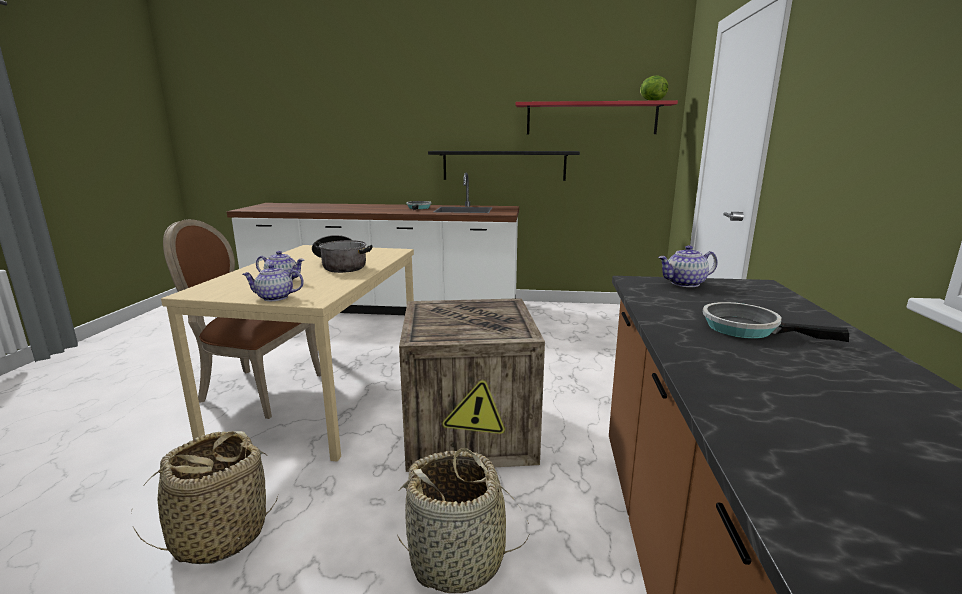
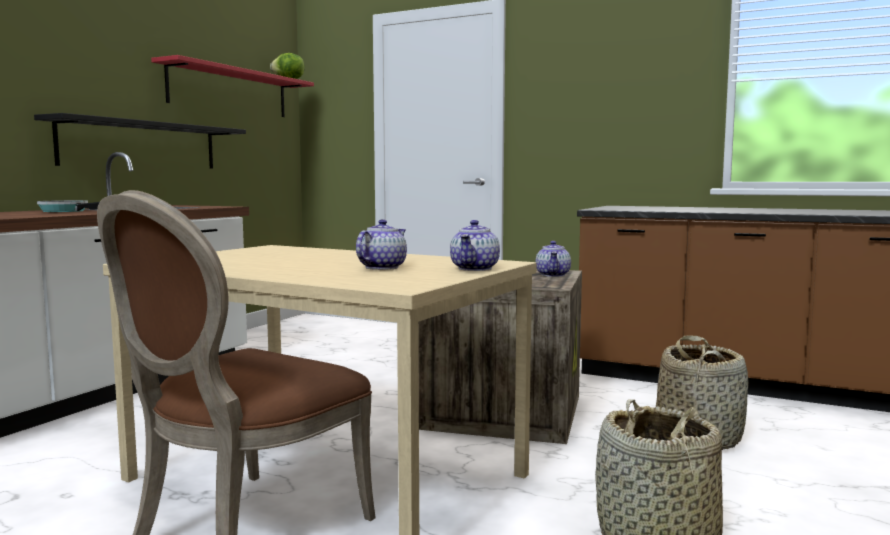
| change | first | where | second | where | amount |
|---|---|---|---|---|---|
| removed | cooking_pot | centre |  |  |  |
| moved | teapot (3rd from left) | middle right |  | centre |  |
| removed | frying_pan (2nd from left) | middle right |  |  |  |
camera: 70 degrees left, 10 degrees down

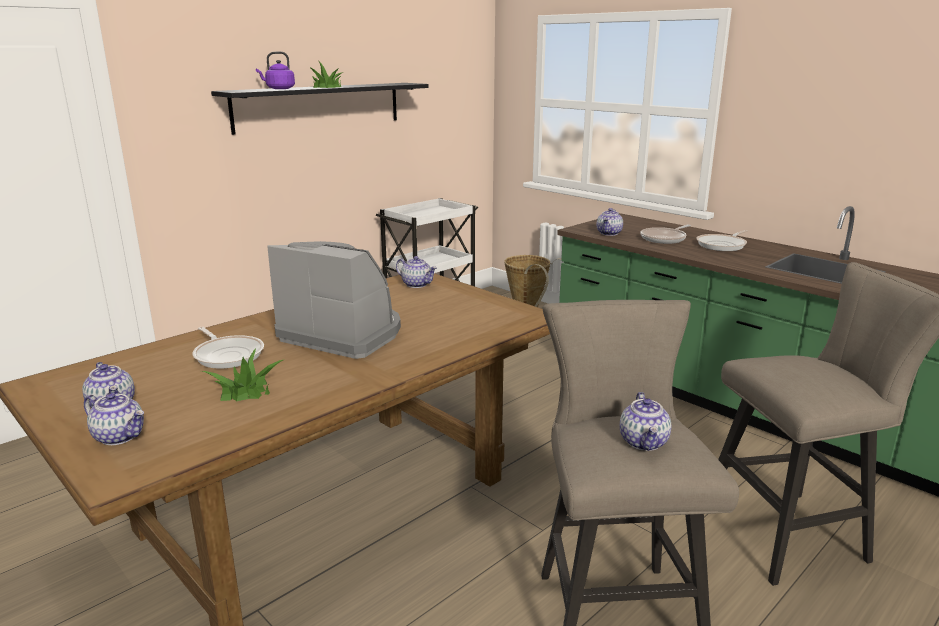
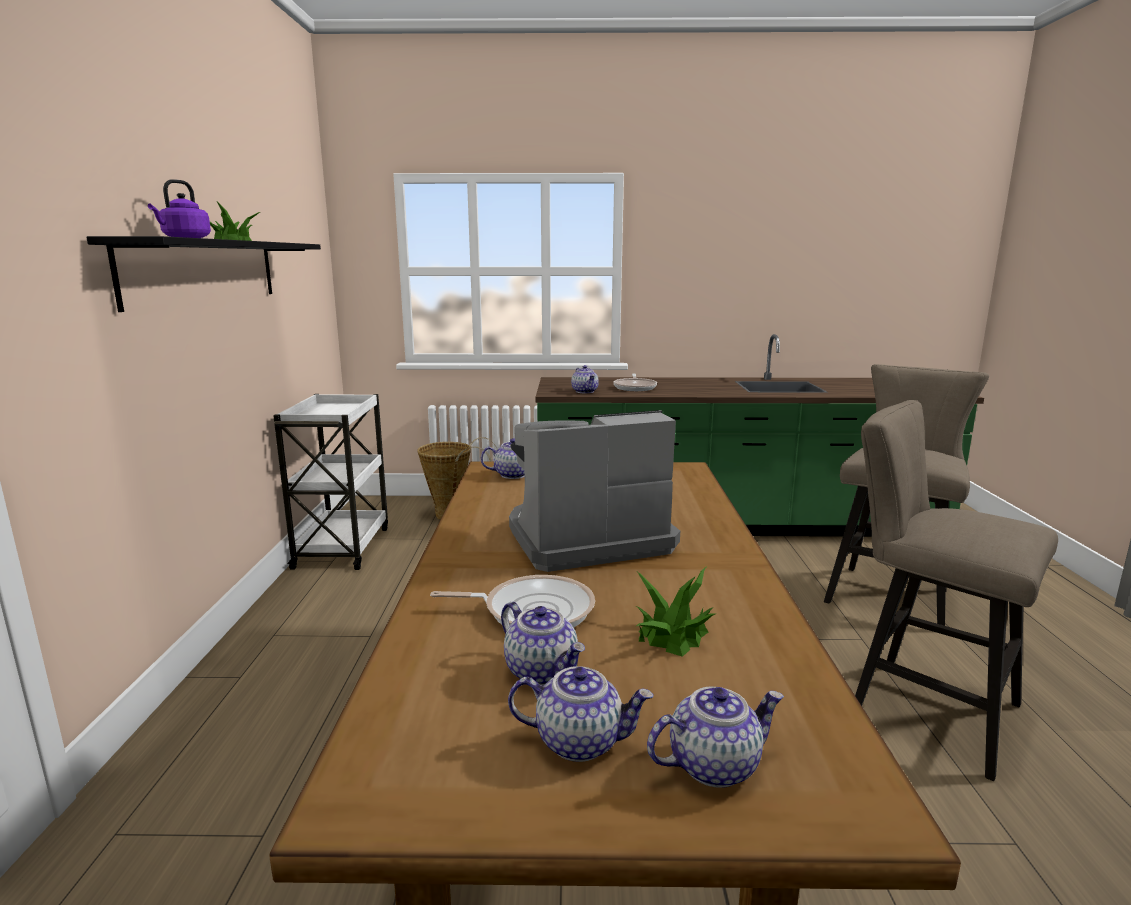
| change | first | where | second | where | amount |
|---|---|---|---|---|---|
| moved | teapot (5th from left in the first image) | bottom right | teapot (2nd from left) | bottom centre |  |
| removed | frying_pan (3rd from left) | middle right |  |  |  |
camera: 45 degrees left, 5 degrees down

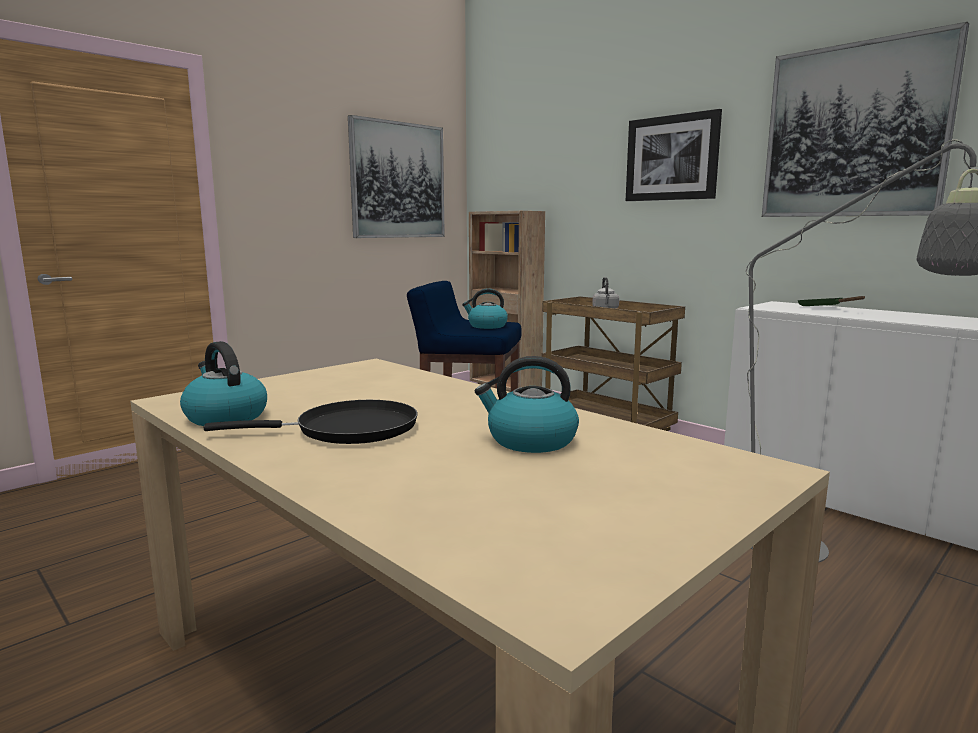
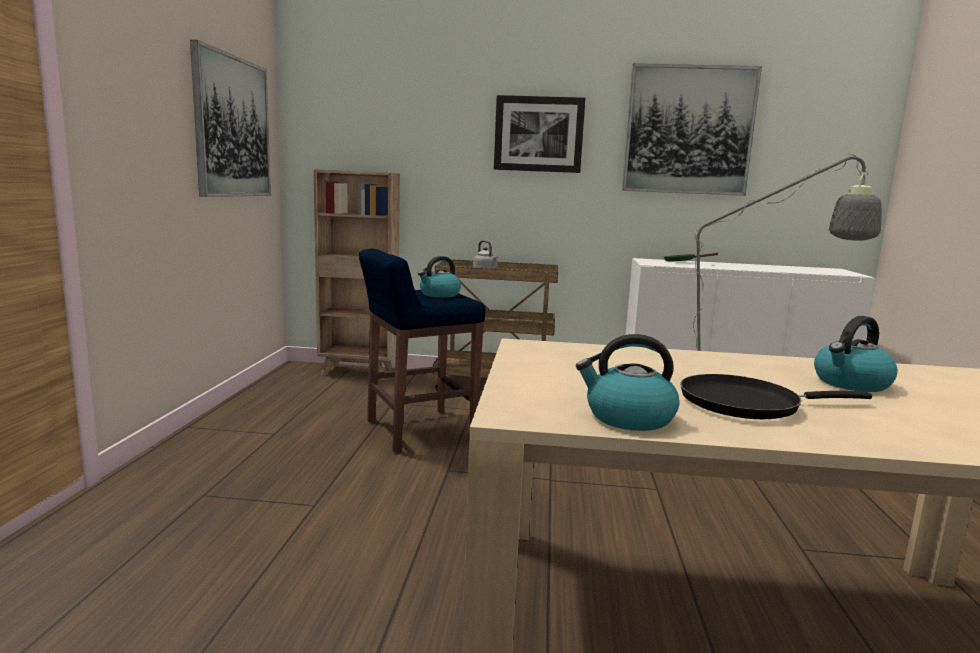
| change | first | where | second | where | amount |
|---|---|---|---|---|---|
| turned | black_frying_pan | middle left |  | middle right | 135 degrees counterclockwise |
camera: 40 degrees left, 0 degrees up

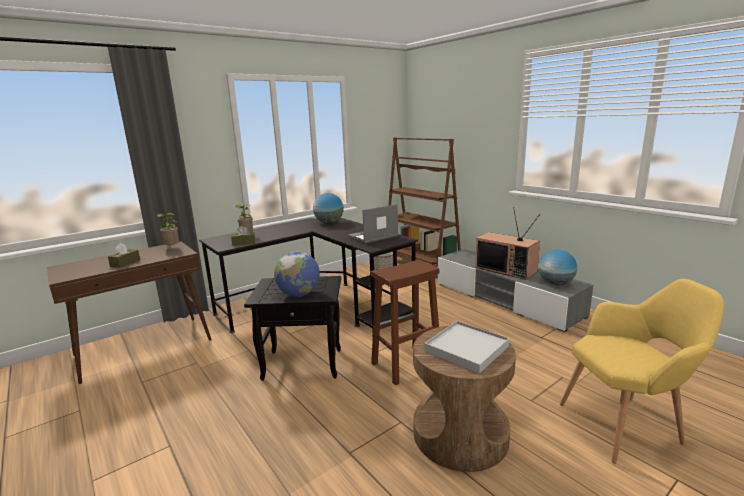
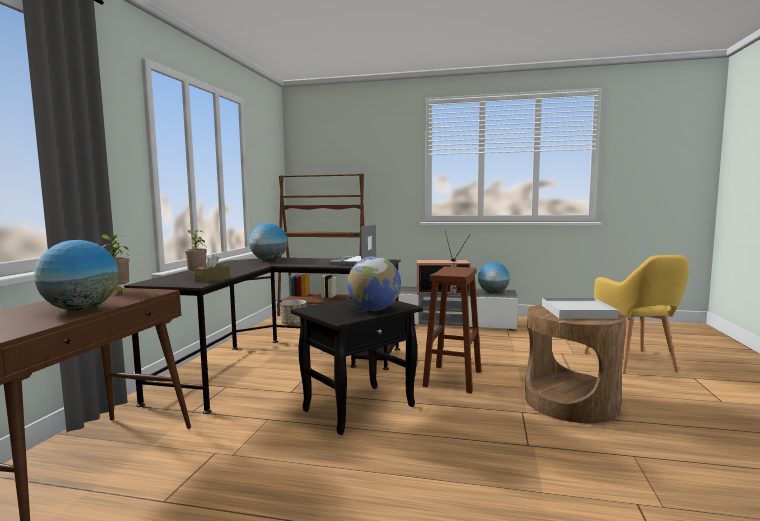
| change | first | where | second | where | amount |
|---|---|---|---|---|---|
| replaced | brown_tissue_box (1st from left) | middle left | globe (1st from left) | middle left |  |
| turned | yellow_armchair | bottom right |  | middle right | 135 degrees clockwise |
camera: 40 degrees left, 10 degrees down

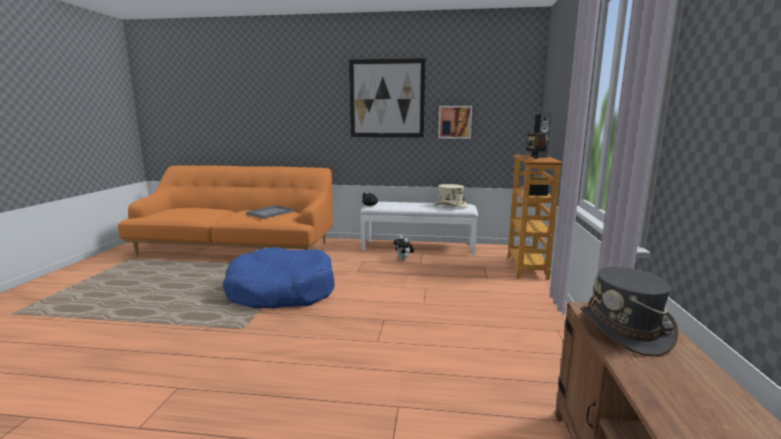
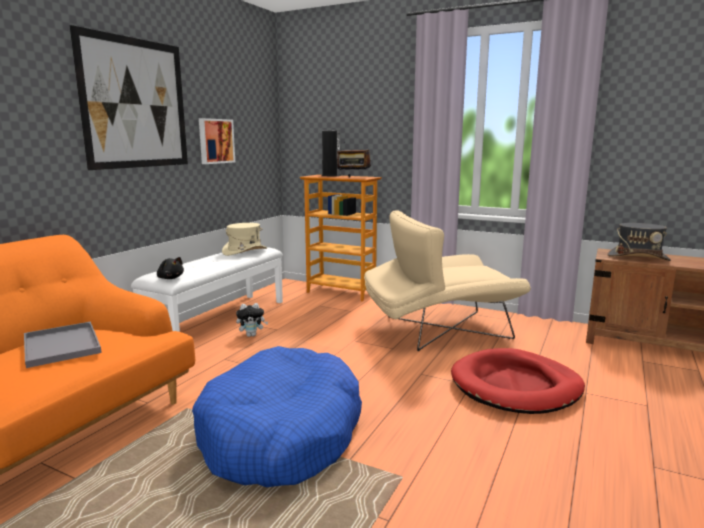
| change | first | where | second | where | amount |
|---|---|---|---|---|---|
| added |  |  | beige_armchair | centre |  |
| added |  |  | red_dog_bed | bottom right |  |
camera: 70 degrees left, 0 degrees up

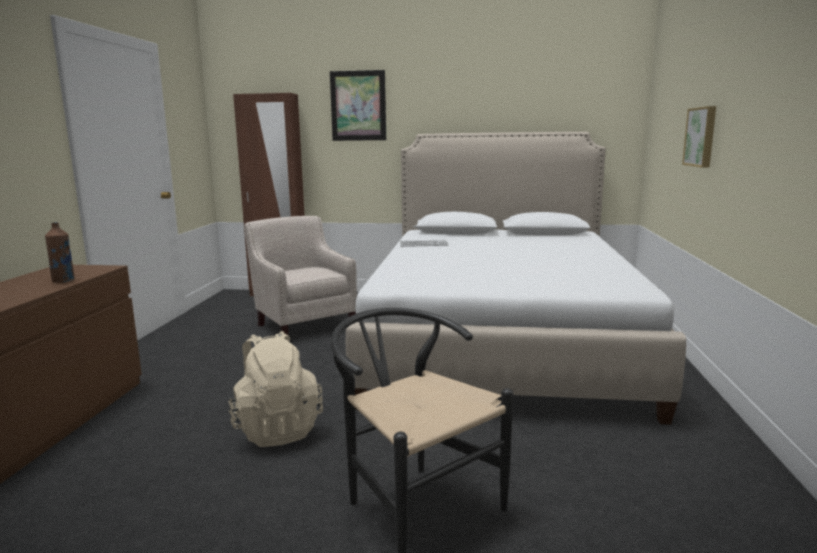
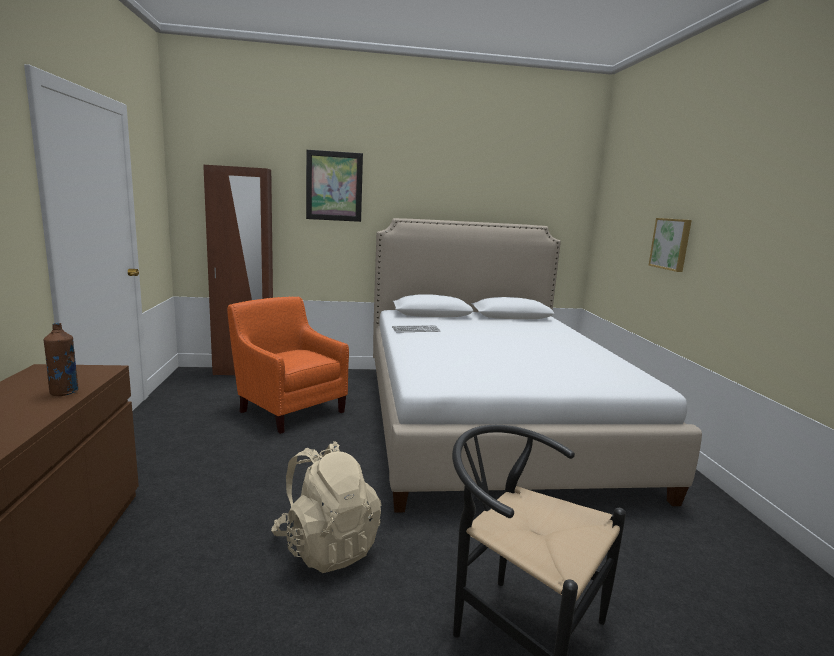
| change | first | where | second | where | amount |
|---|---|---|---|---|---|
| recoloured | beige_armchair | centre | orange_armchair | centre |  |
camera: 15 degrees left, 0 degrees up

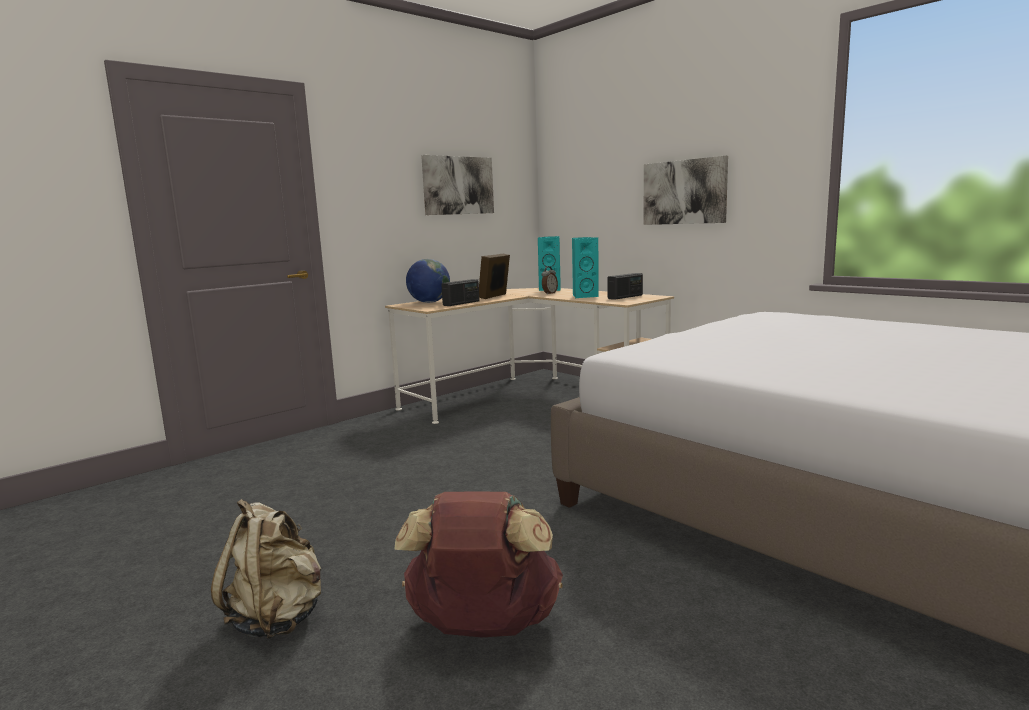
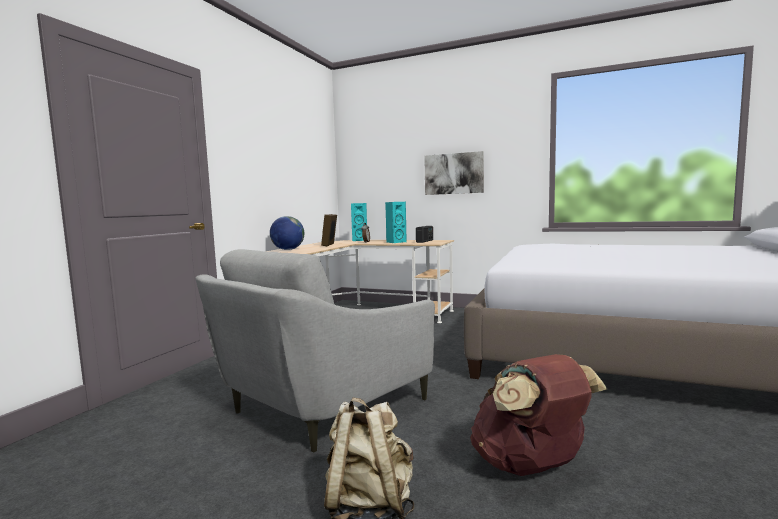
| change | first | where | second | where | amount |
|---|---|---|---|---|---|
| removed | picture (1st from left) | top centre |  |  |  |
| removed | radio (1st from left) | centre |  |  |  |
| added |  |  | grey_armchair | bottom centre |  |
camera: 25 degrees left, 5 degrees down

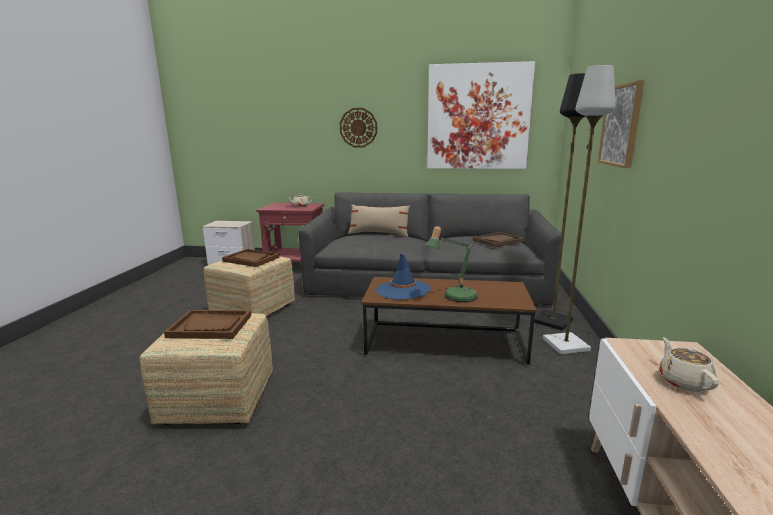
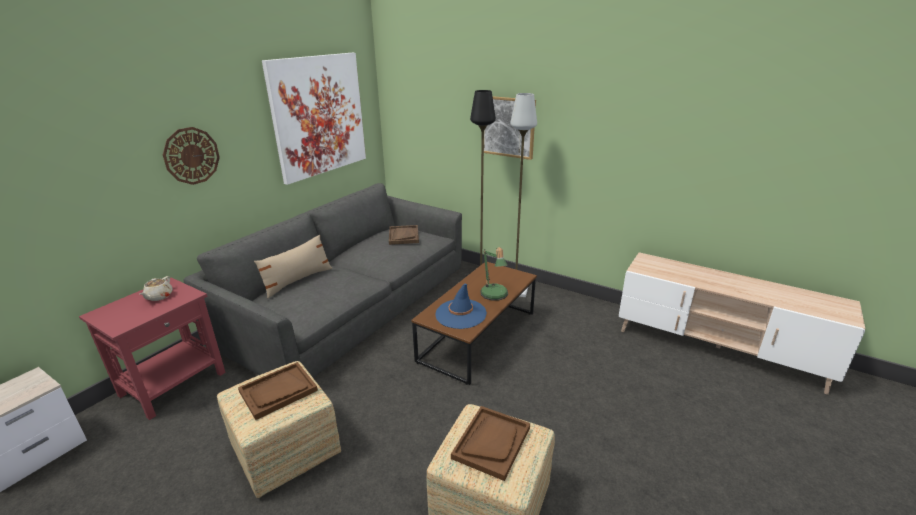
| change | first | where | second | where | amount |
|---|---|---|---|---|---|
| removed | beige_teapot (2nd from left) | bottom right |  |  |  |
camera: 65 degrees left, 10 degrees up

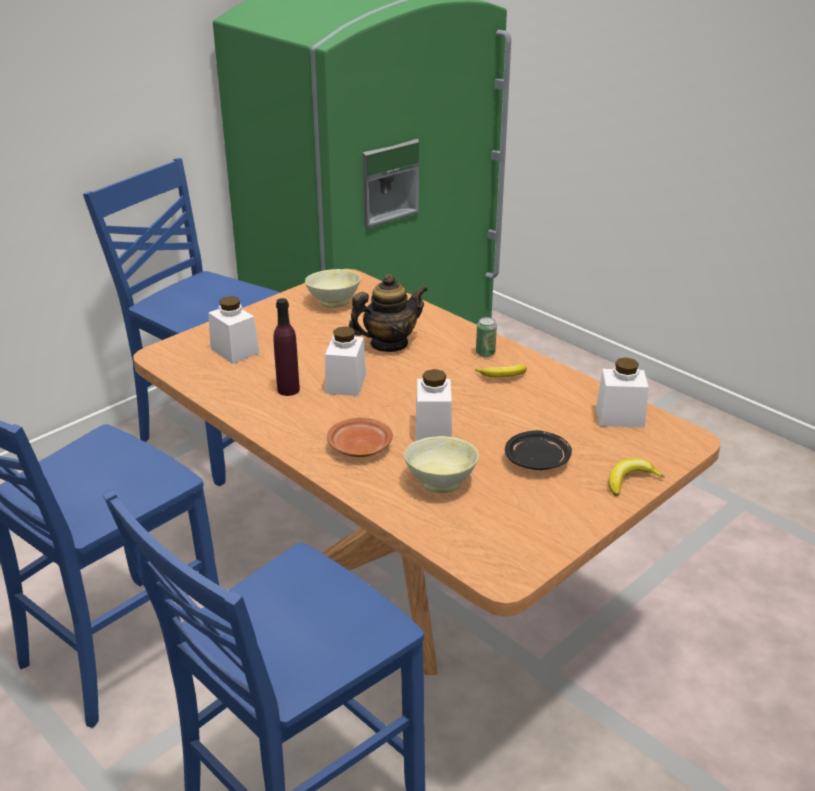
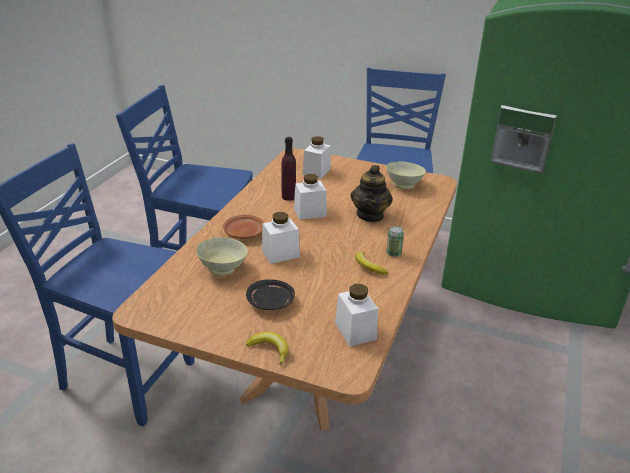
| change | first | where | second | where | amount |
|---|---|---|---|---|---|
| turned | teapot | centre |  | centre | 60 degrees clockwise |
camera: 65 degrees right, 0 degrees up

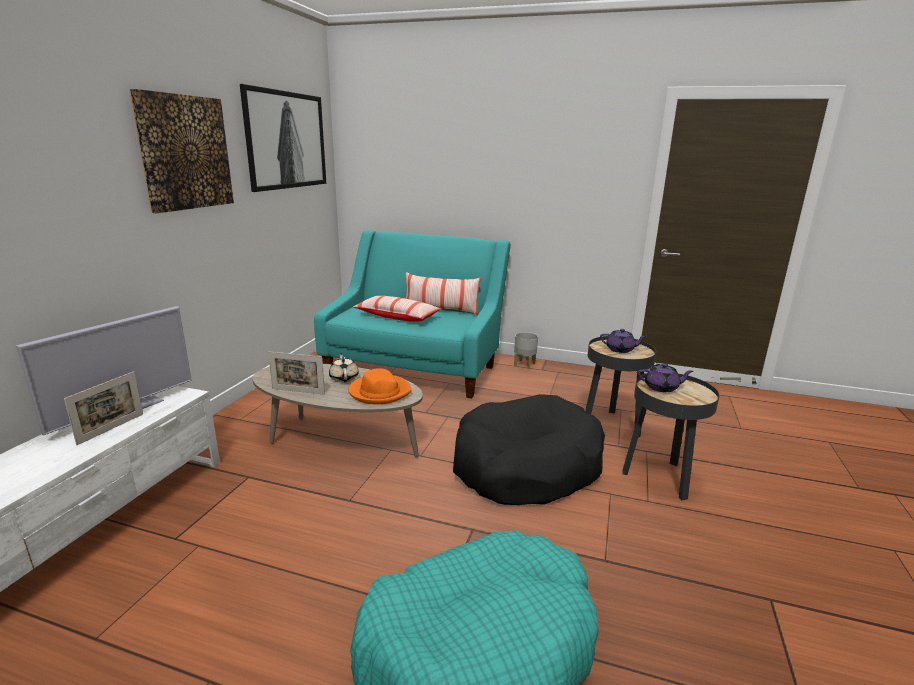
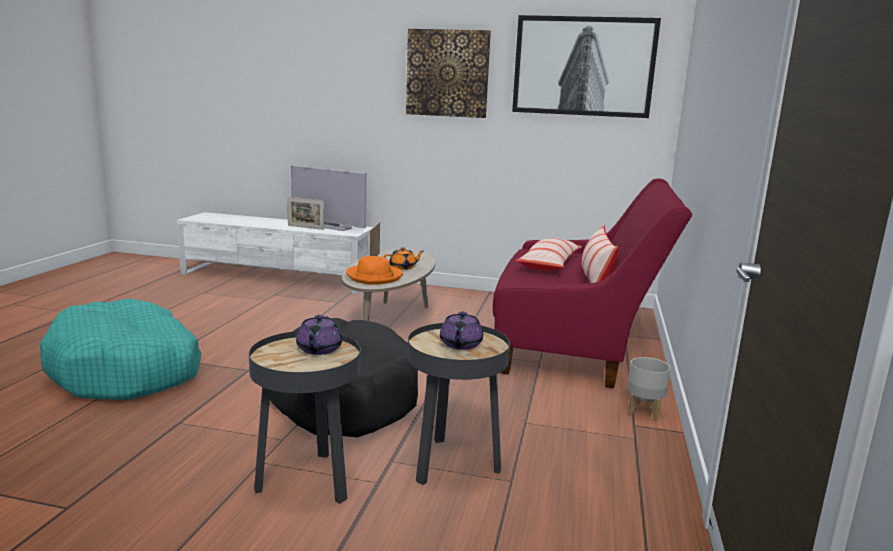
| change | first | where | second | where | amount |
|---|---|---|---|---|---|
| recoloured | turquoise_sofa | centre | red_sofa | centre |  |
| recoloured | beige_teapot | centre | orange_teapot | centre |  |
camera: 85 degrees right, 5 degrees down

